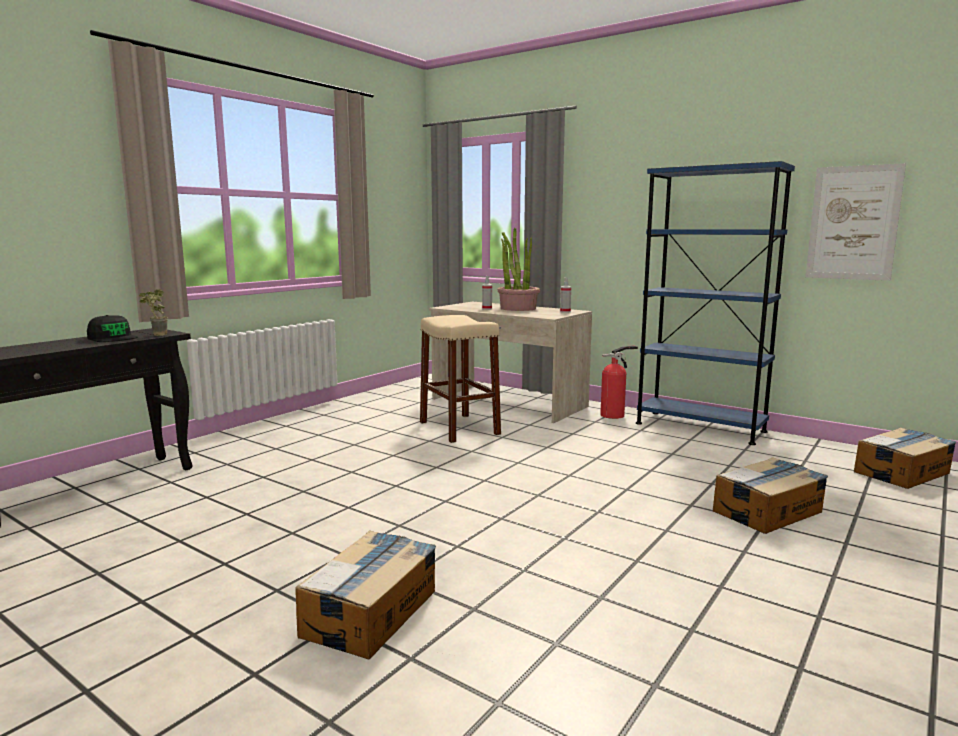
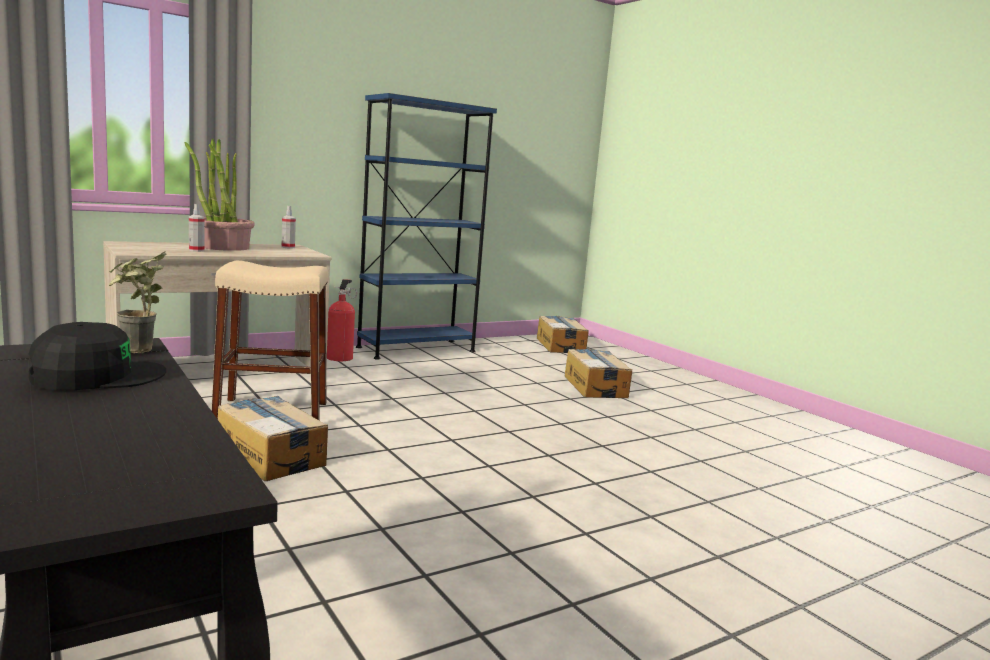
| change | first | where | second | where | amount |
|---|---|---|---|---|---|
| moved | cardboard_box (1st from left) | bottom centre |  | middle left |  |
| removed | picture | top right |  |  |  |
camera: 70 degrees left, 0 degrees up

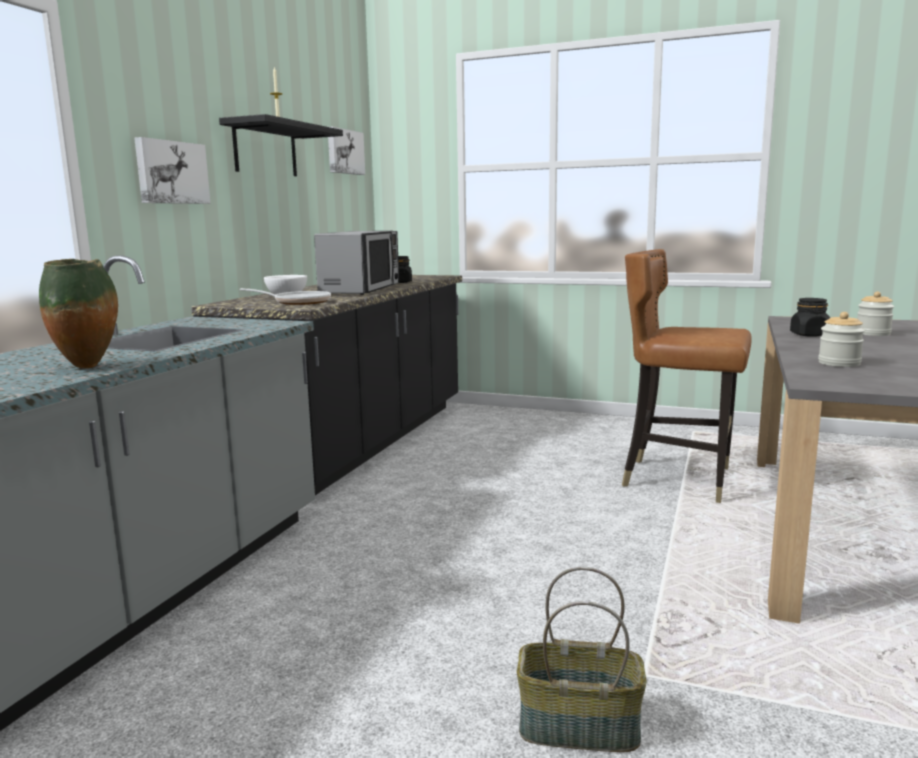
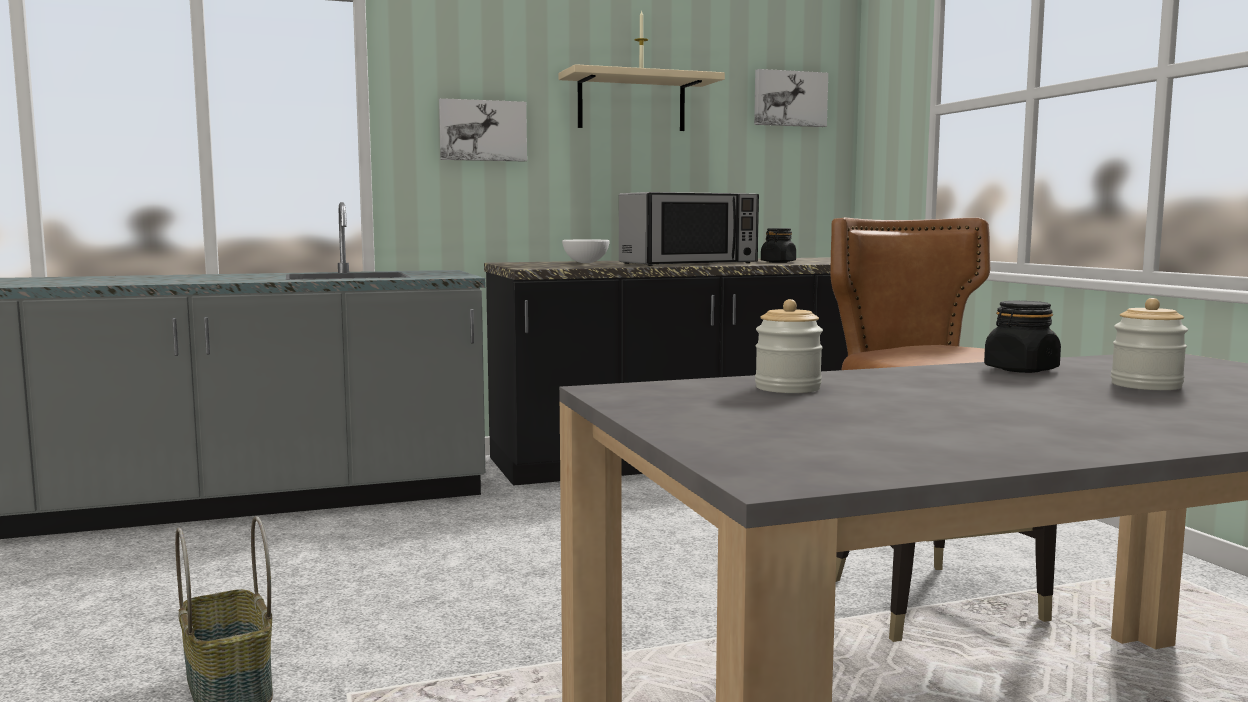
| change | first | where | second | where | amount |
|---|---|---|---|---|---|
| removed | vase | middle left |  |  |  |
| recoloured | black_shelf | top left | beige_shelf | top centre |  |
| removed | frying_pan | middle left |  |  |  |
camera: 50 degrees right, 5 degrees down

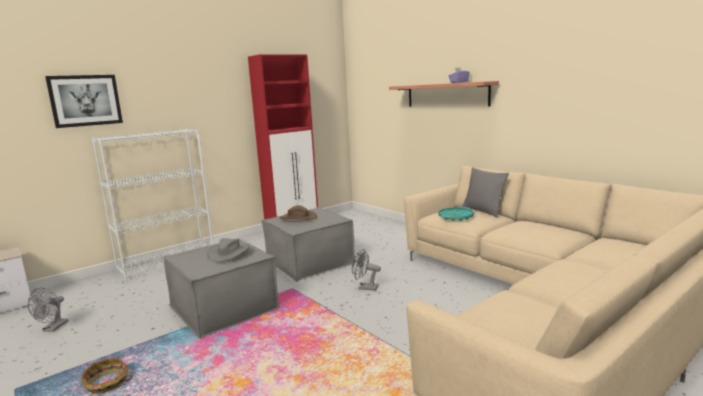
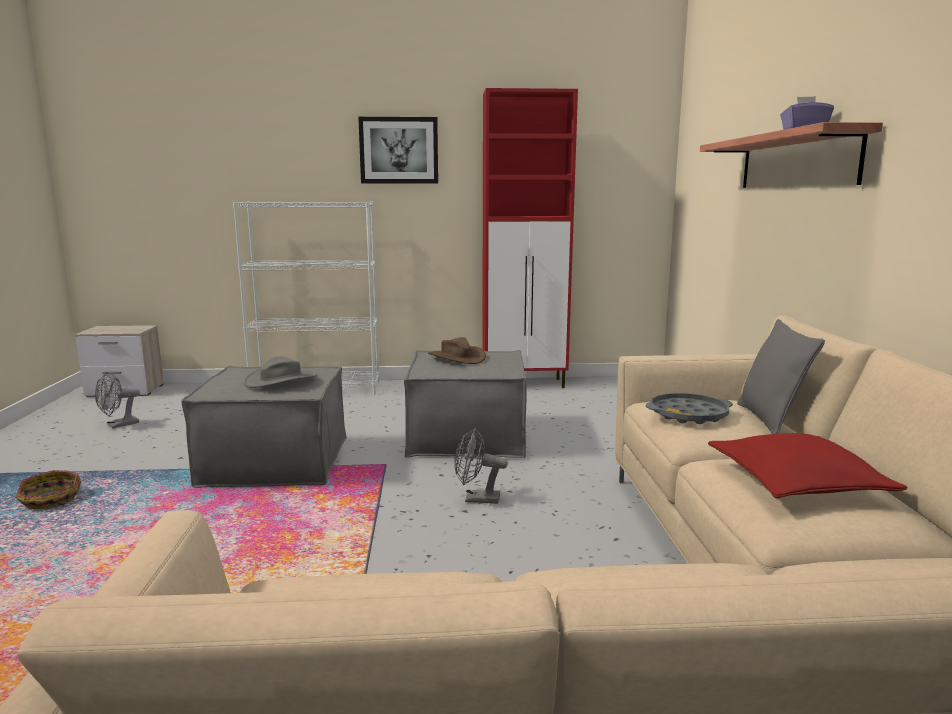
| change | first | where | second | where | amount |
|---|---|---|---|---|---|
| moved | picture | top left |  | top centre |  |
| turned | grey_fan (2nd from left) | bottom centre |  | centre | 45 degrees counterclockwise |
| recoloured | turquoise_tray | centre | grey_tray | middle right |  |
| added |  |  | red_pillow | middle right |  |
camera: 35 degrees right, 0 degrees up

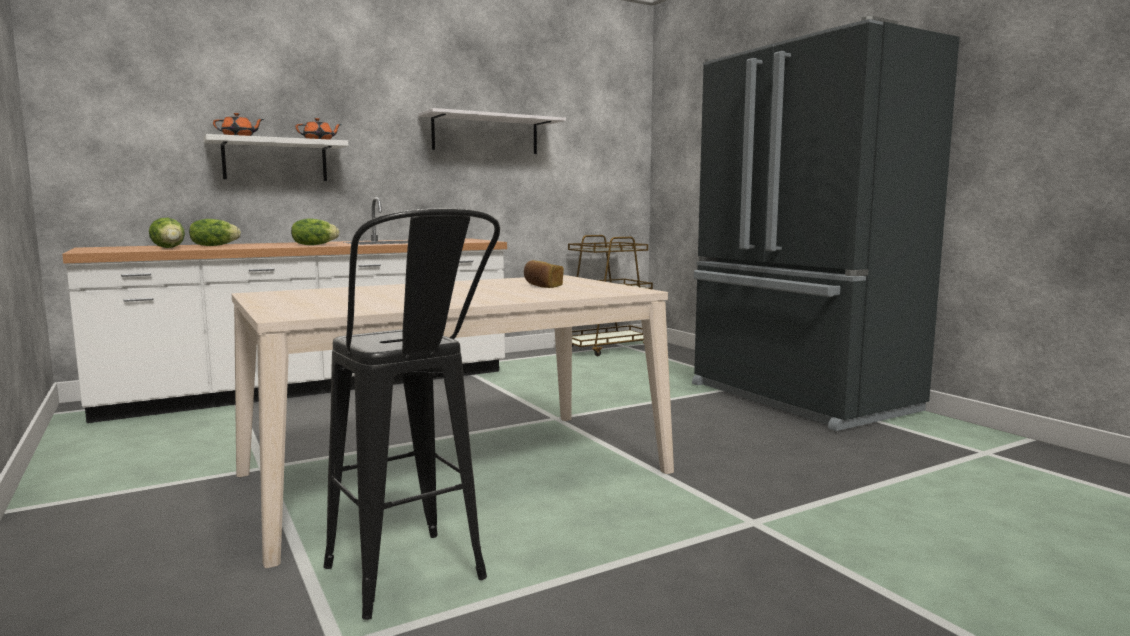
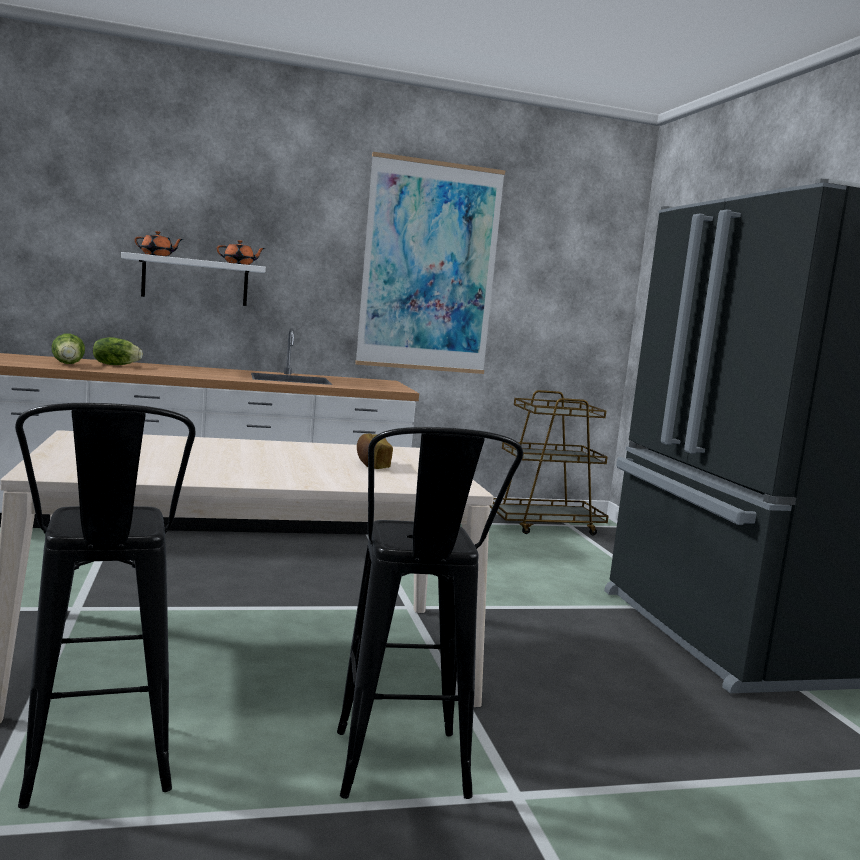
| change | first | where | second | where | amount |
|---|---|---|---|---|---|
| removed | lettuce (3rd from left) | middle left |  |  |  |
| replaced | white_shelf (2nd from left) | top centre | picture | top centre |  |
| added |  |  | black_stool (2nd from left) | bottom centre |  |
camera: 15 degrees right, 0 degrees up

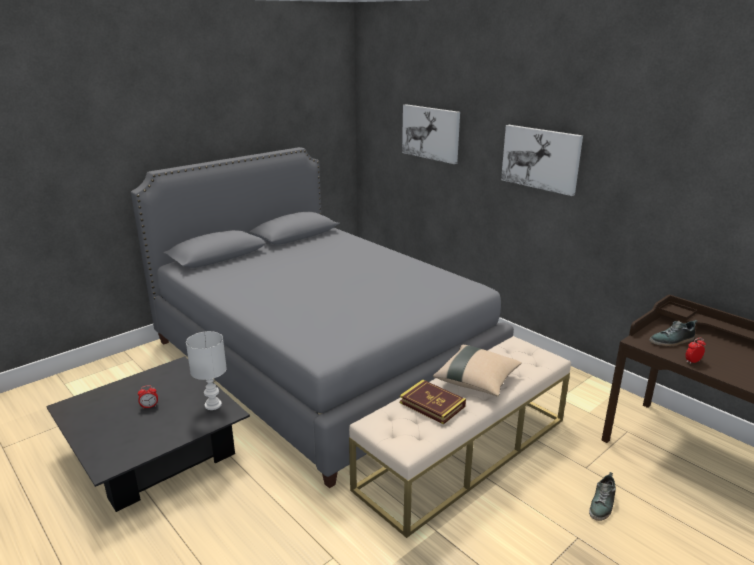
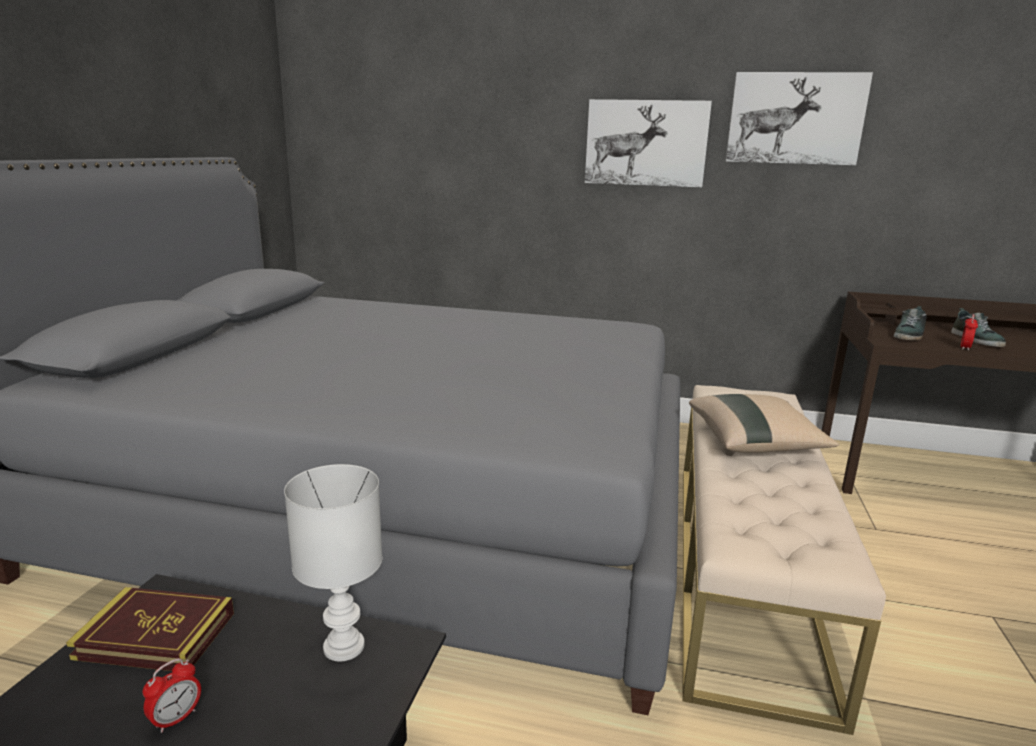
| change | first | where | second | where | amount |
|---|---|---|---|---|---|
| moved | book | bottom centre |  | bottom left |  |
| moved | picture (1st from left in the first image) | top centre | picture (2nd from left) | top right |  |
| moved | shoe (1st from left in the first image) | bottom right | shoe (2nd from left) | middle right |  |
camera: 35 degrees left, 5 degrees down

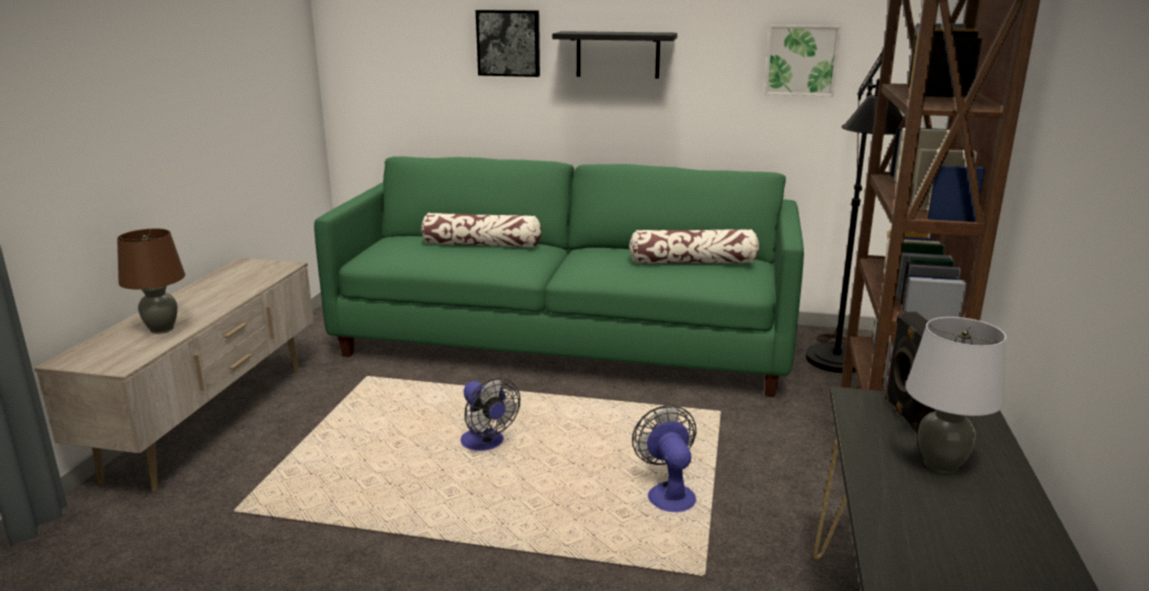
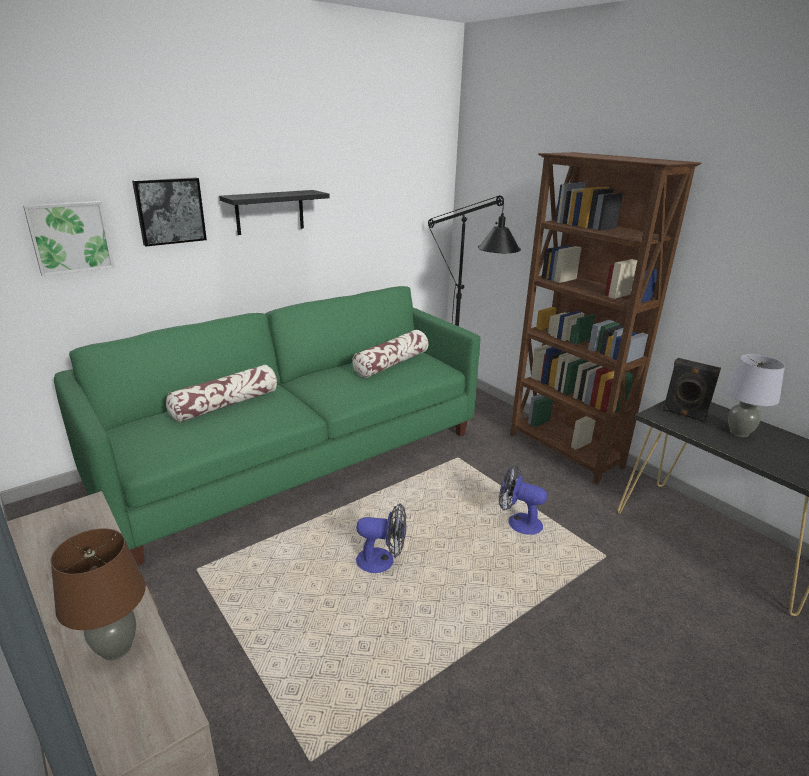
| change | first | where | second | where | amount |
|---|---|---|---|---|---|
| moved | picture (2nd from left in the first image) | top right | picture (1st from left) | top left |  |
camera: 50 degrees left, 5 degrees up

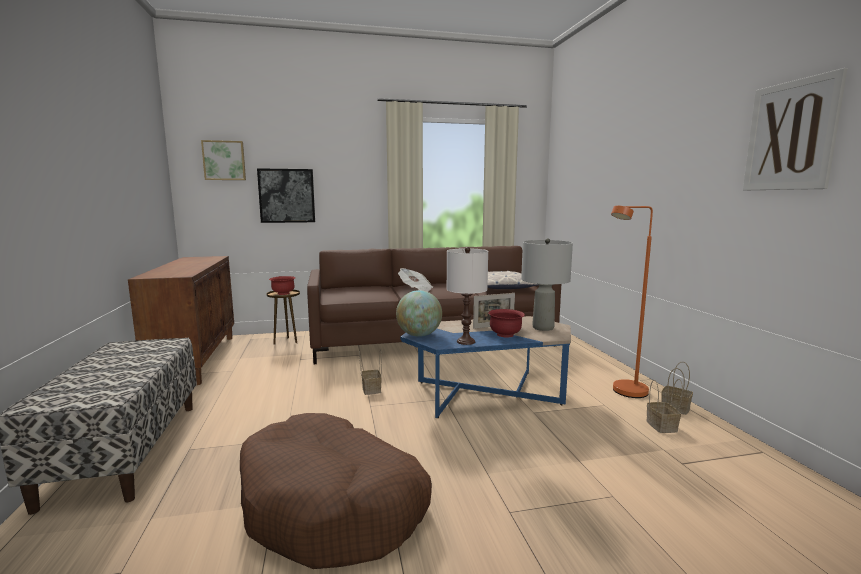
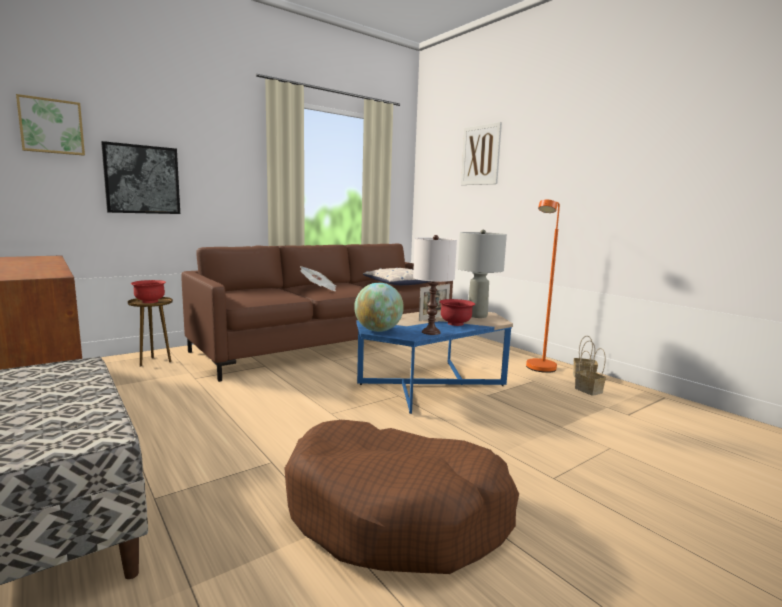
| change | first | where | second | where | amount |
|---|---|---|---|---|---|
| removed | basket (1st from left) | centre |  |  |  |
| moved | picture (3rd from left) | top right |  | top centre |  |
camera: 25 degrees left, 0 degrees up

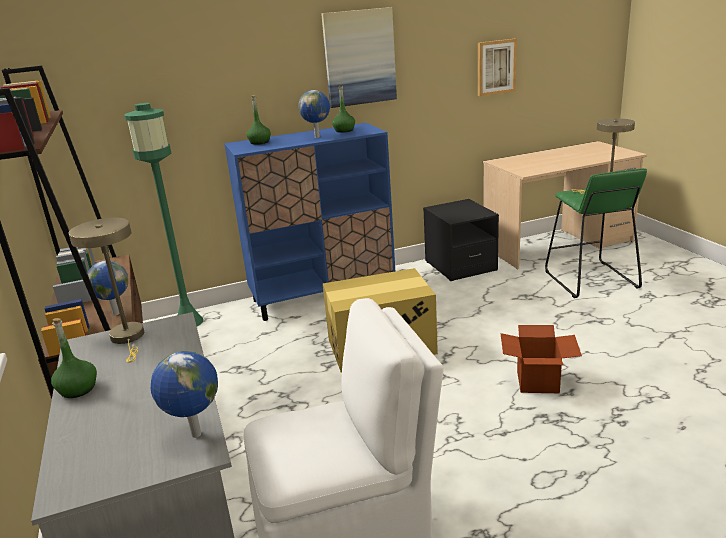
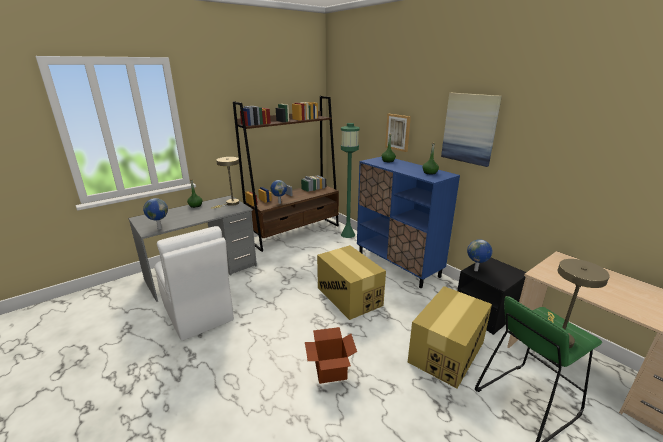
| change | first | where | second | where | amount |
|---|---|---|---|---|---|
| moved | globe (3rd from left) | top centre |  | middle right |  |
| moved | picture (2nd from left in the first image) | top right | picture (1st from left) | top centre |  |
| added |  |  | cardboard_box (3rd from left) | bottom right |  |
camera: 70 degrees right, 0 degrees up

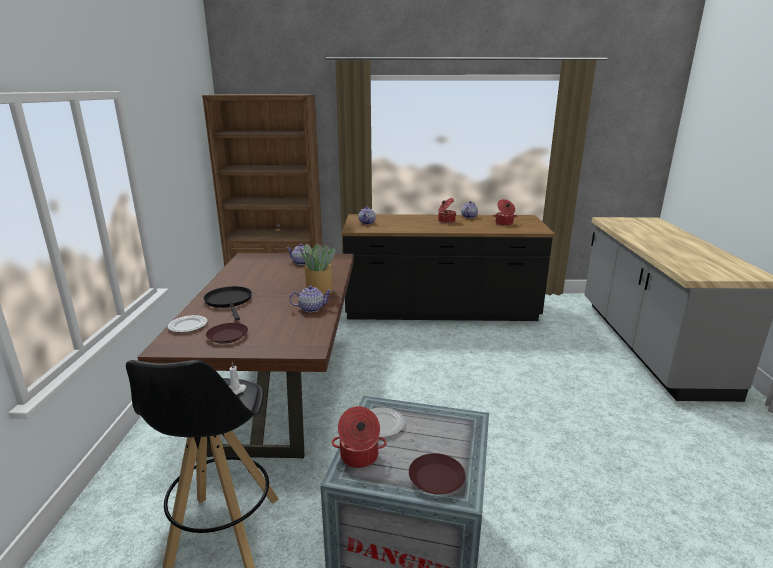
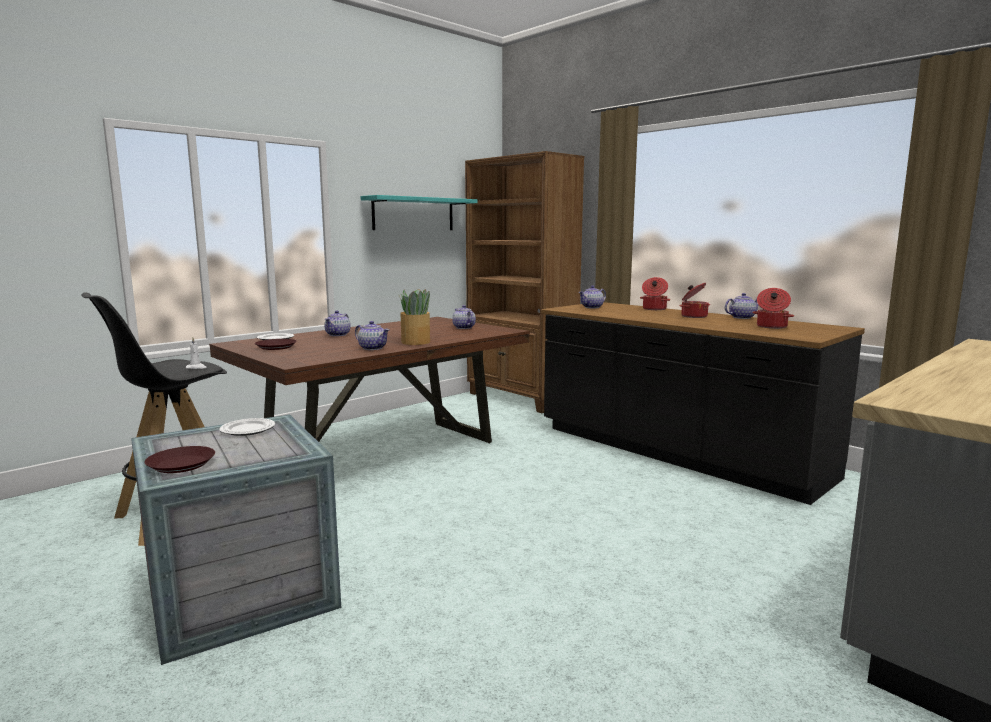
| change | first | where | second | where | amount |
|---|---|---|---|---|---|
| replaced | black_frying_pan | middle left | teapot (1st from left) | centre |  |
| moved | cooking_pot (1st from left) | bottom centre |  | centre |  |
| added |  |  | turquoise_shelf | top centre |  |
camera: 45 degrees right, 10 degrees down

